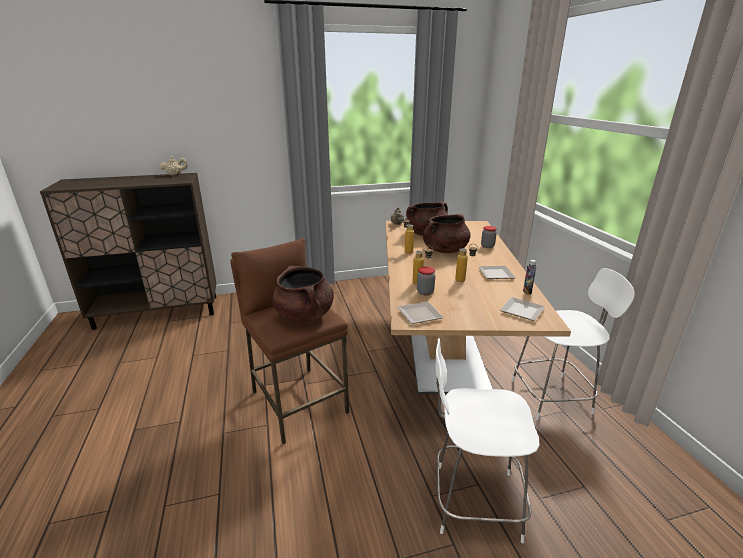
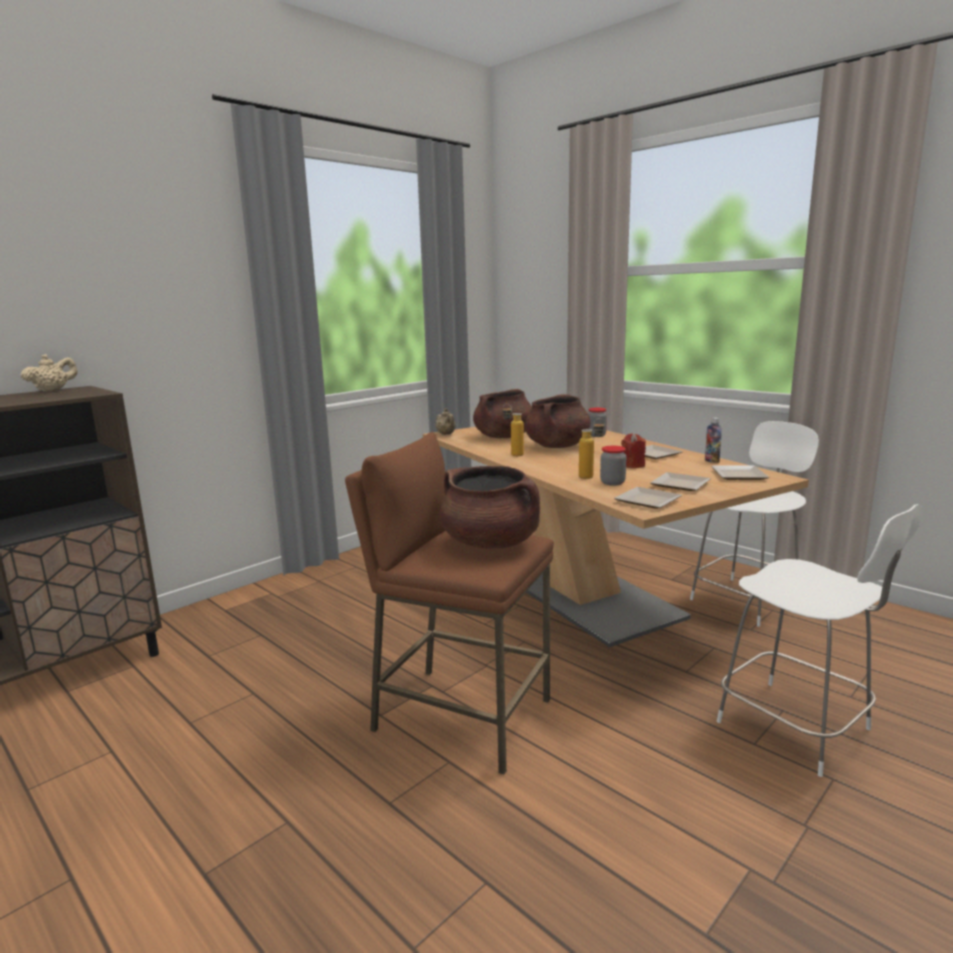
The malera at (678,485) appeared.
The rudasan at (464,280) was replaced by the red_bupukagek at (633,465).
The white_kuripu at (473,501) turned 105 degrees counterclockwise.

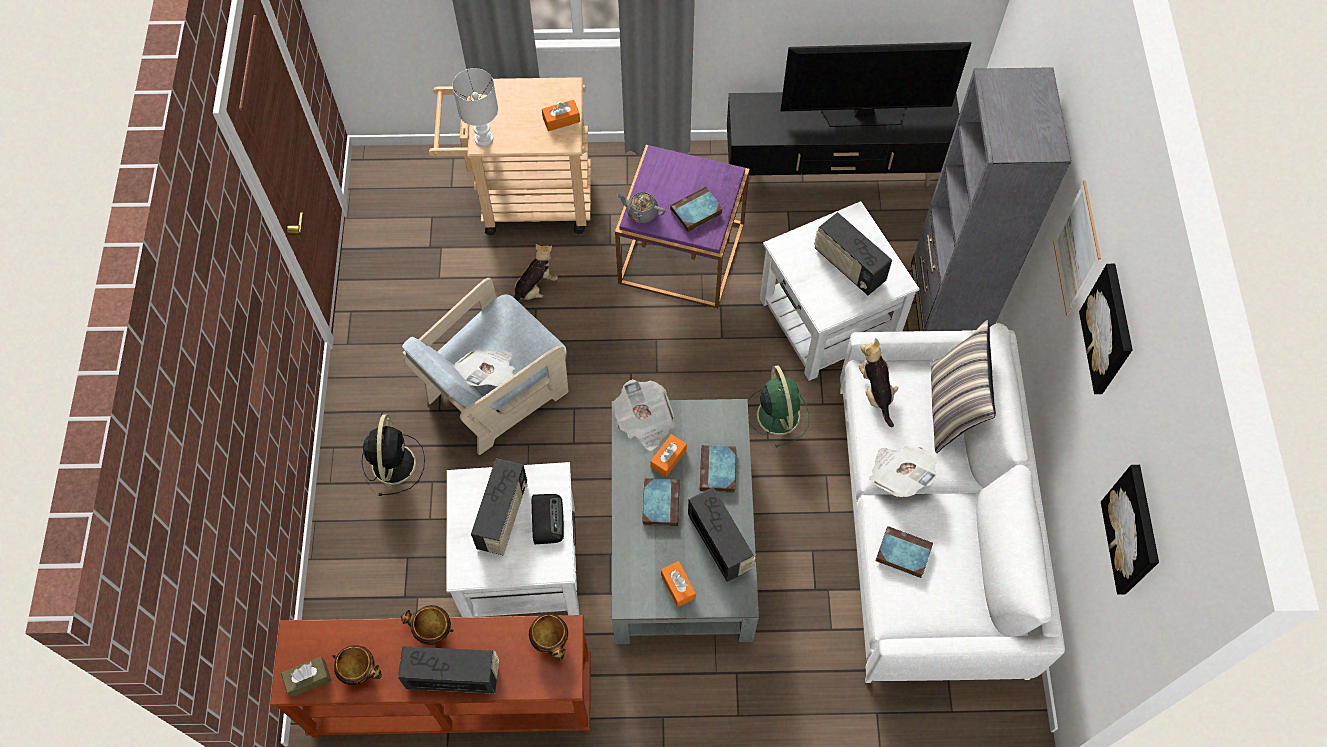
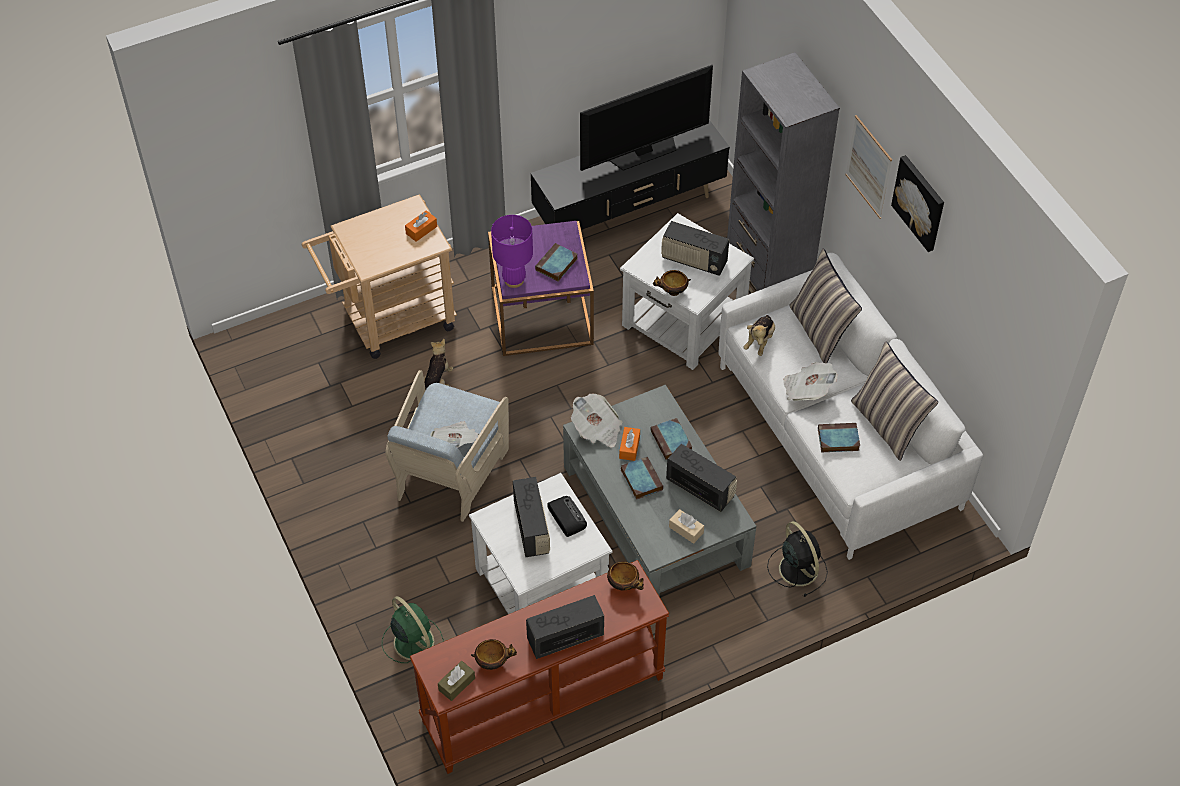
The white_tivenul at (483,139) disappeared.
The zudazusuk at (1133,530) disappeared.
The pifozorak at (887,425) appeared.
The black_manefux moved from (393,462) to (797,567).
The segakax moved from (432,631) to (672,292).
The green_manefux moved from (777,413) to (412,640).
The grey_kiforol at (641,212) was replaced by the purple_tivenul at (514,280).
The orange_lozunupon at (678,586) became the beige_lozunupon at (686,530).
The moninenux at (875,392) turned 120 degrees counterclockwise.

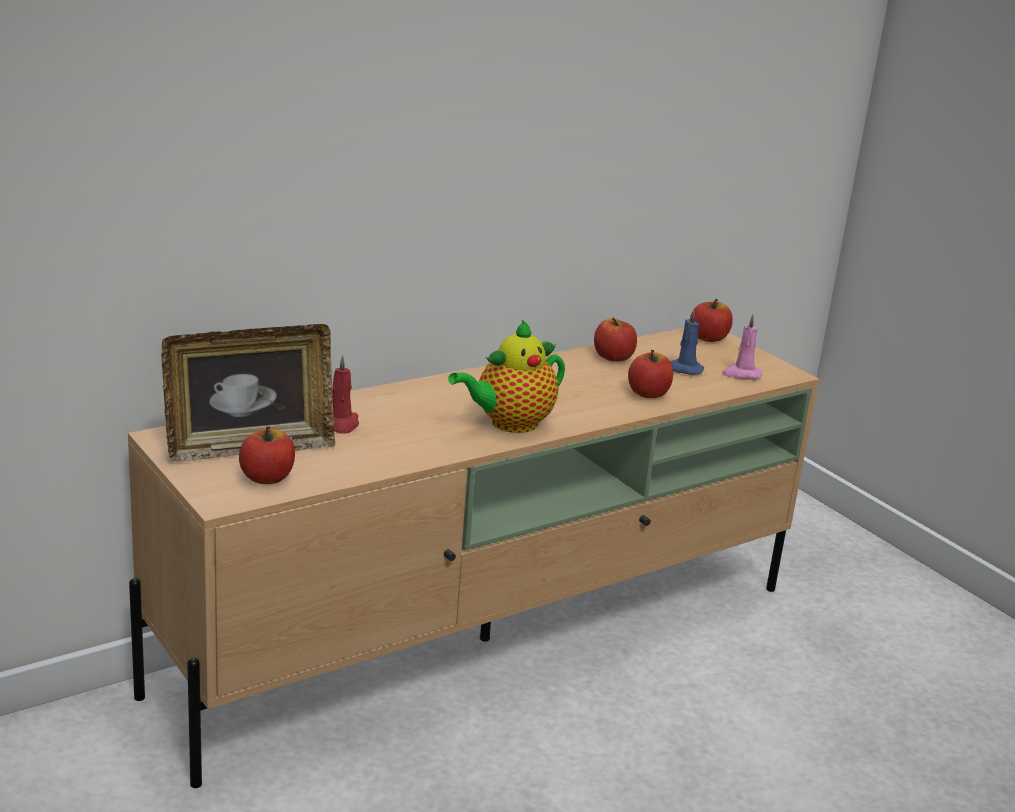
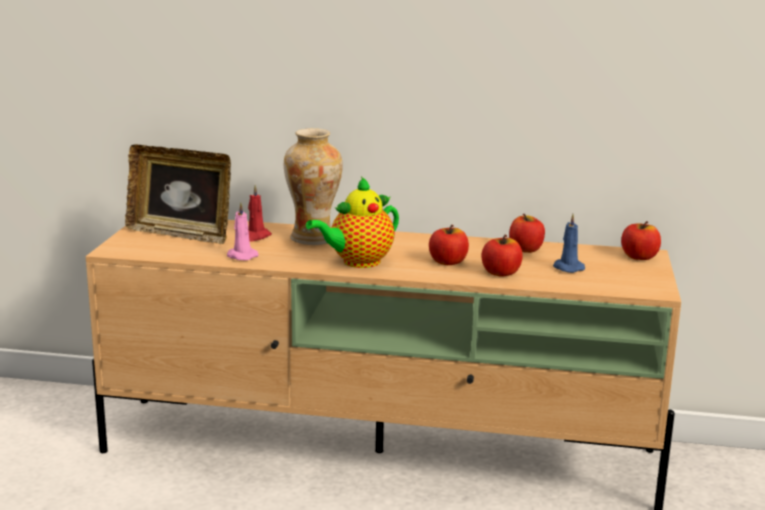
The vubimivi at (313,239) appeared.
The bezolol moved from (267,478) to (448,262).
The pink_bupukagek moved from (741,374) to (241,256).
The kiforol at (509,424) turned 45 degrees counterclockwise.

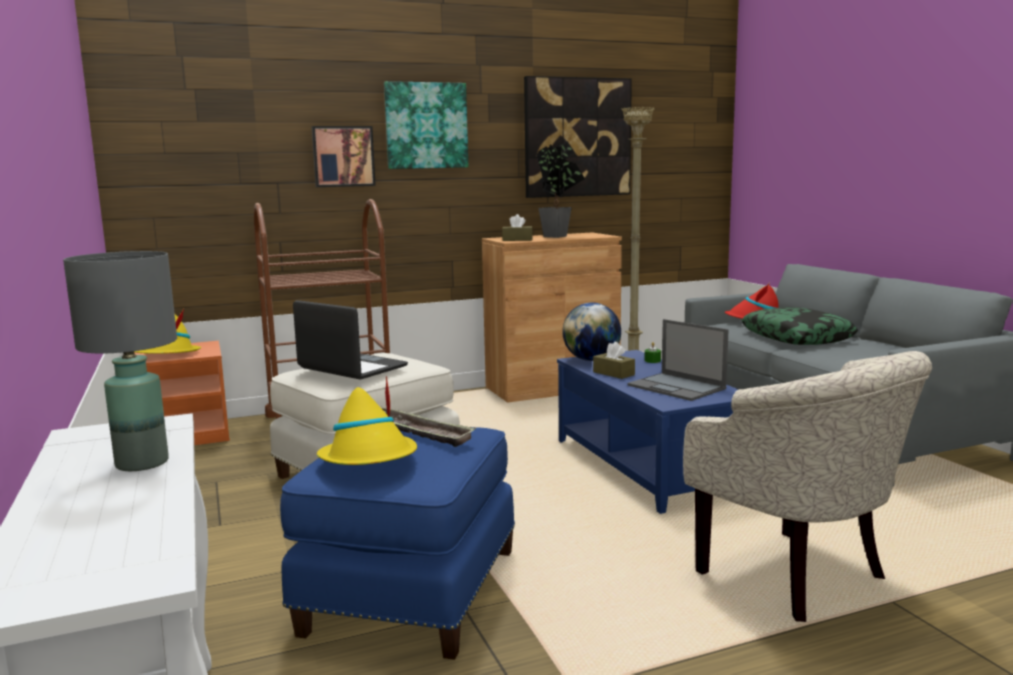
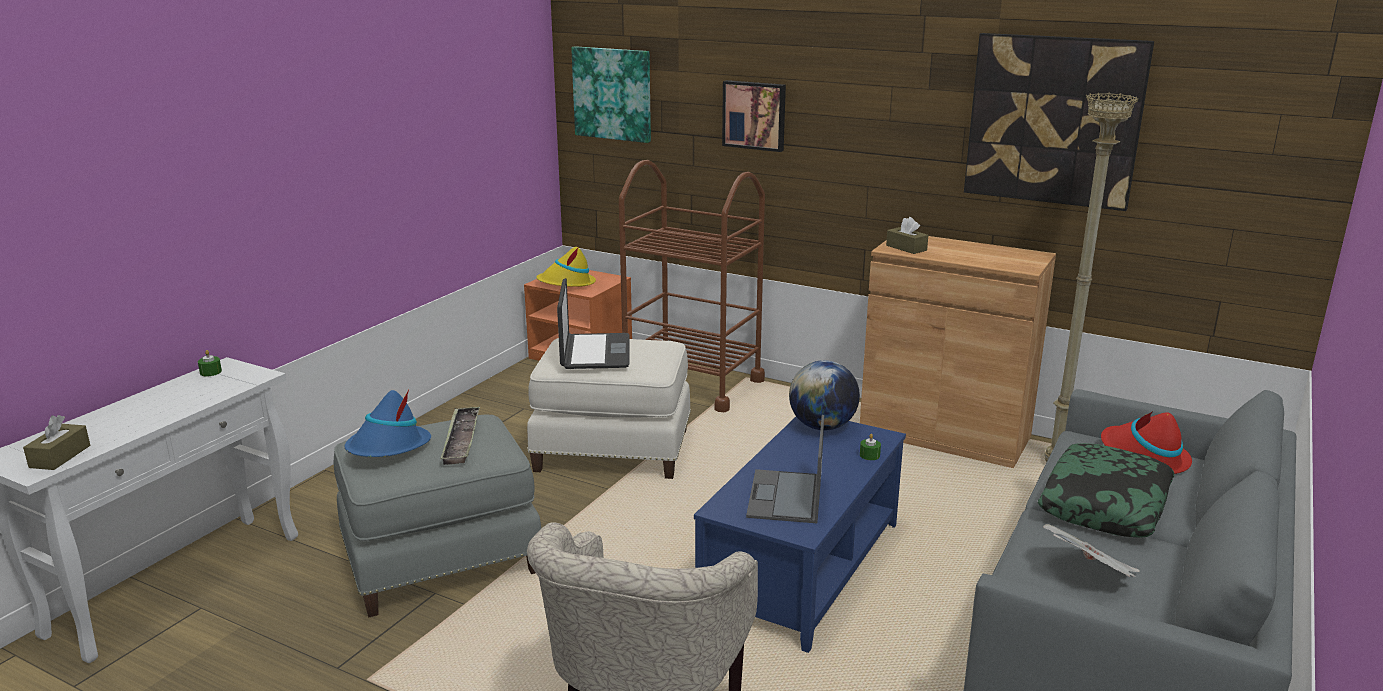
The grey_tivenul at (140,463) disappeared.
The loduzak at (559,236) disappeared.
The green_bupukagek at (210,372) appeared.
The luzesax at (1090,574) appeared.
The zudazusuk moved from (426,125) to (613,94).
The brown_lozunupon moved from (613,373) to (60,456).
The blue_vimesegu at (409,590) became the grey_vimesegu at (441,558).
The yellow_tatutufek at (370,459) became the blue_tatutufek at (388,447).

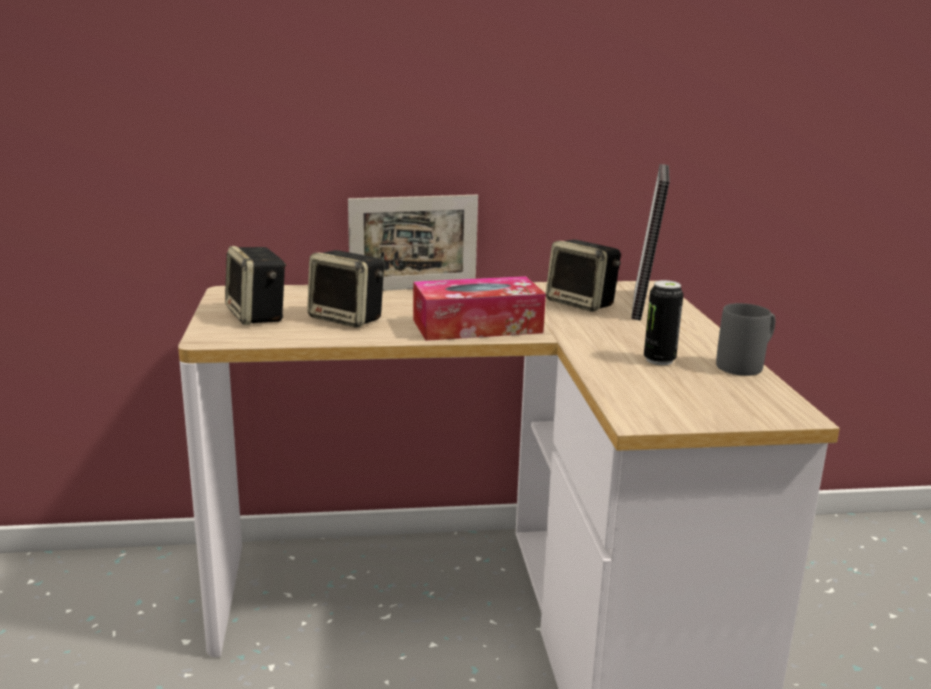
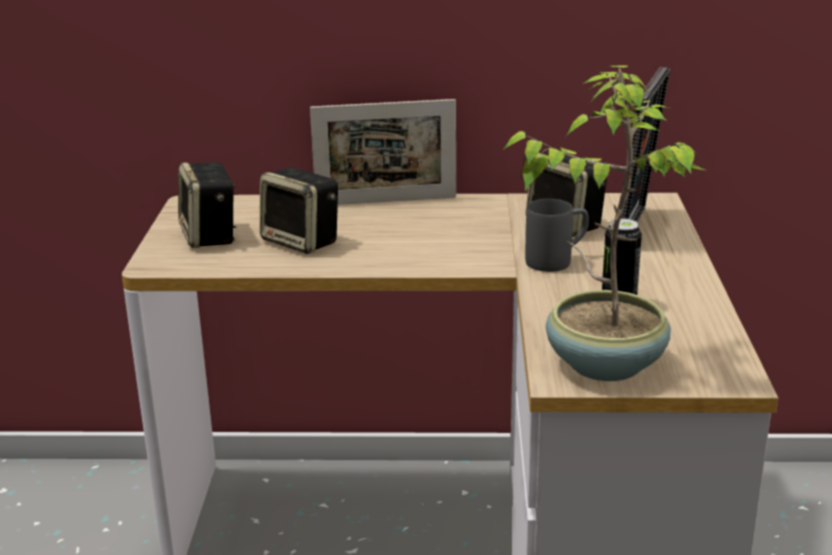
The lozunupon at (477,326) disappeared.
The loduzak at (604,362) appeared.
The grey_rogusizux moved from (746,365) to (557,260).

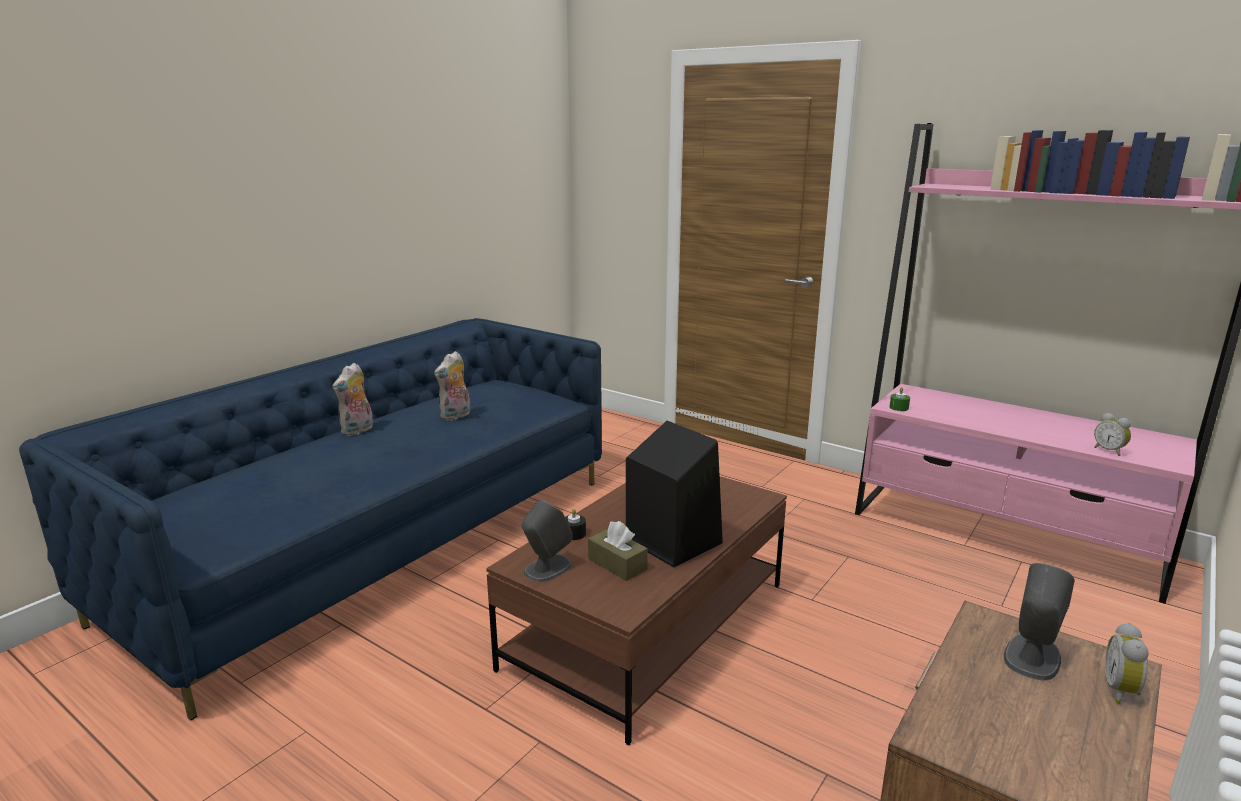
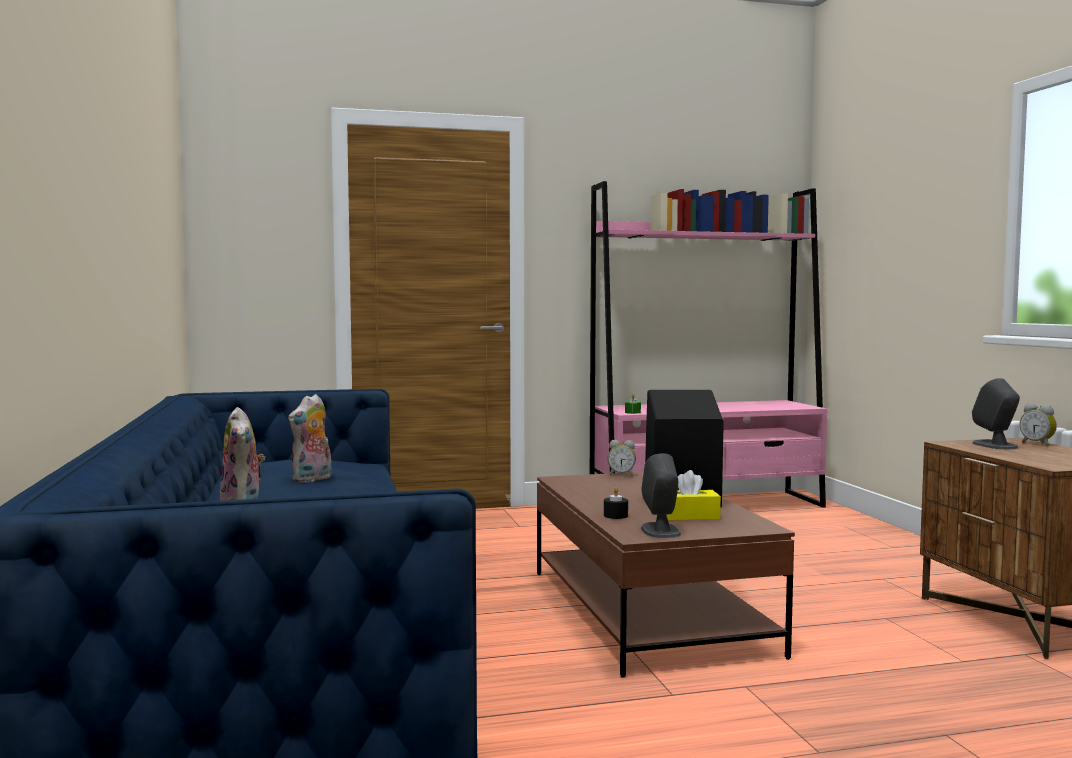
The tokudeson moved from (1109,451) to (621,475).
The brown_lozunupon at (617,564) became the yellow_lozunupon at (689,516).
The moninenux at (456,416) turned 45 degrees clockwise.

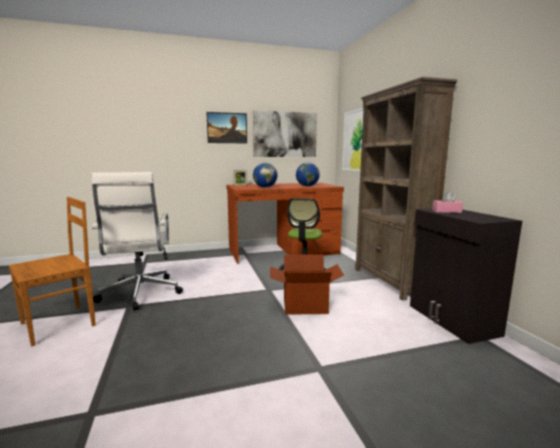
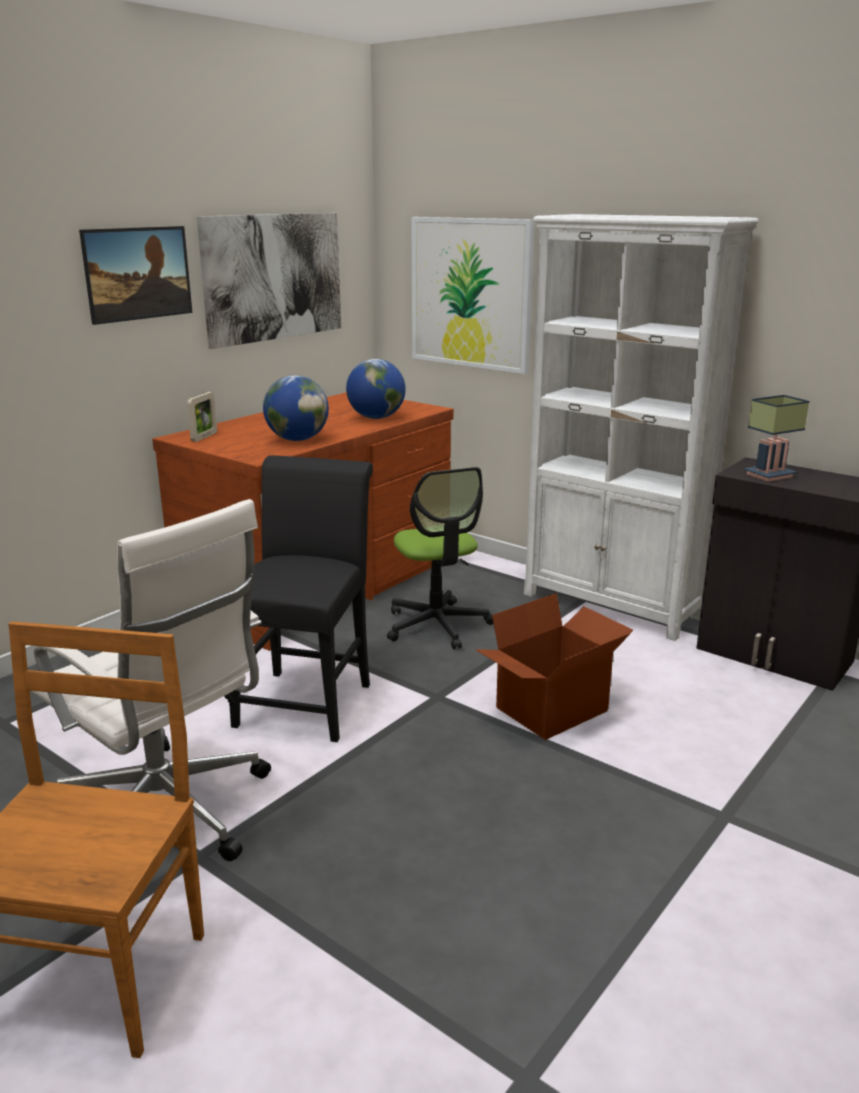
The black_kuripu at (308,699) appeared.
The pink_lozunupon at (446,211) was replaced by the tivenul at (769,474).
The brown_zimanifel at (390,281) became the white_zimanifel at (612,605).

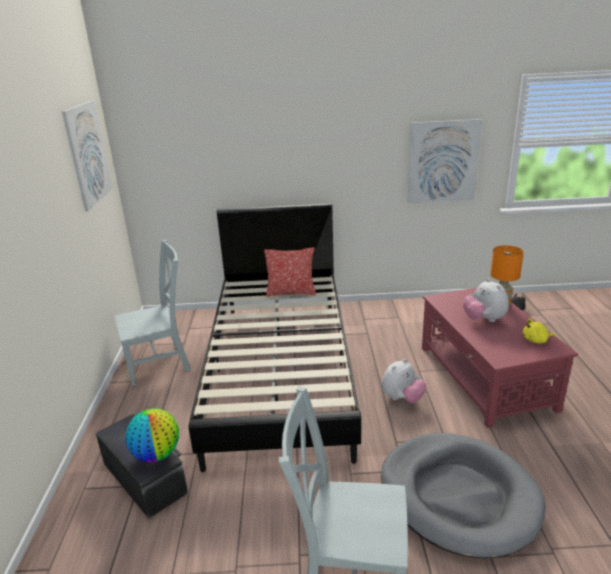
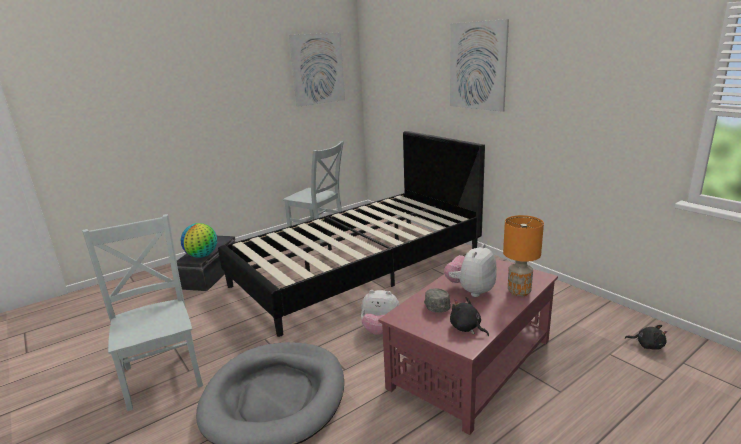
The pifozorak at (291,293) disappeared.
The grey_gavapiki at (436,306) appeared.
The zudazusuk moved from (443,162) to (477,66).
The yellow_moninenux at (536,340) became the black_moninenux at (466,328).

